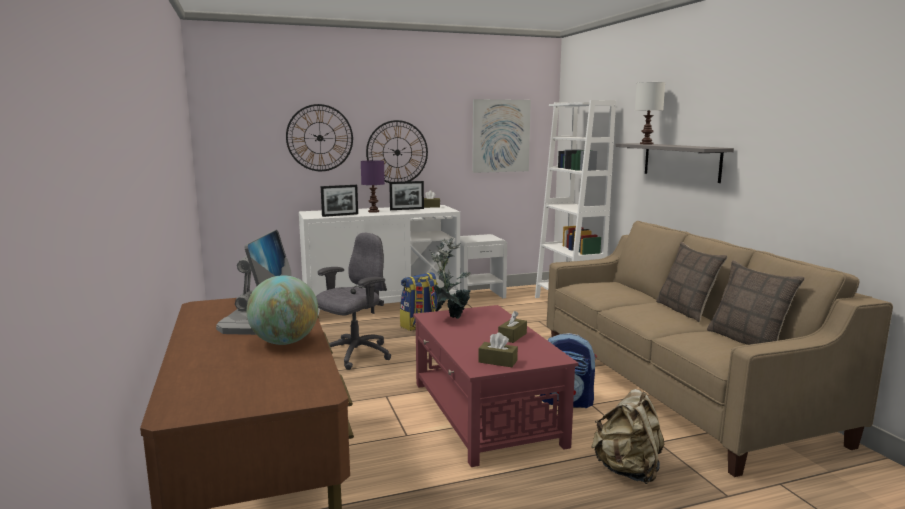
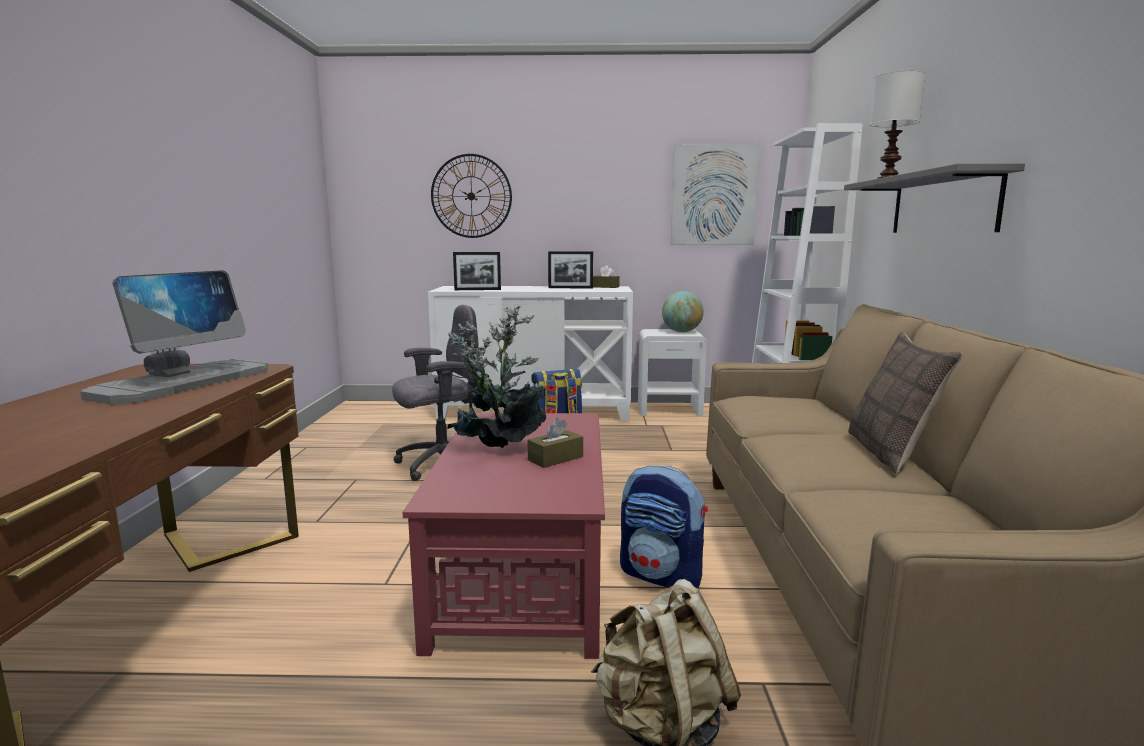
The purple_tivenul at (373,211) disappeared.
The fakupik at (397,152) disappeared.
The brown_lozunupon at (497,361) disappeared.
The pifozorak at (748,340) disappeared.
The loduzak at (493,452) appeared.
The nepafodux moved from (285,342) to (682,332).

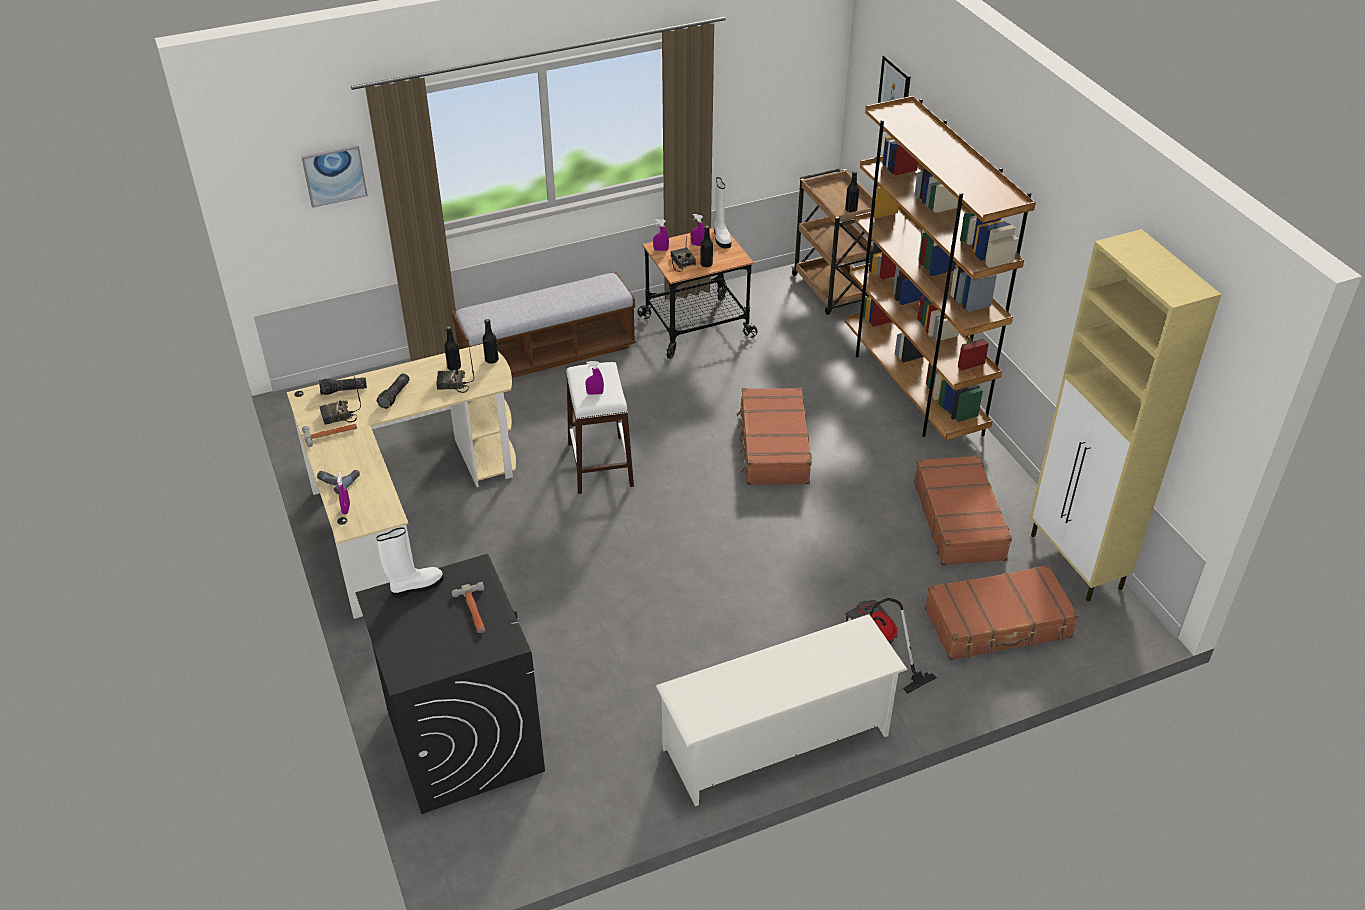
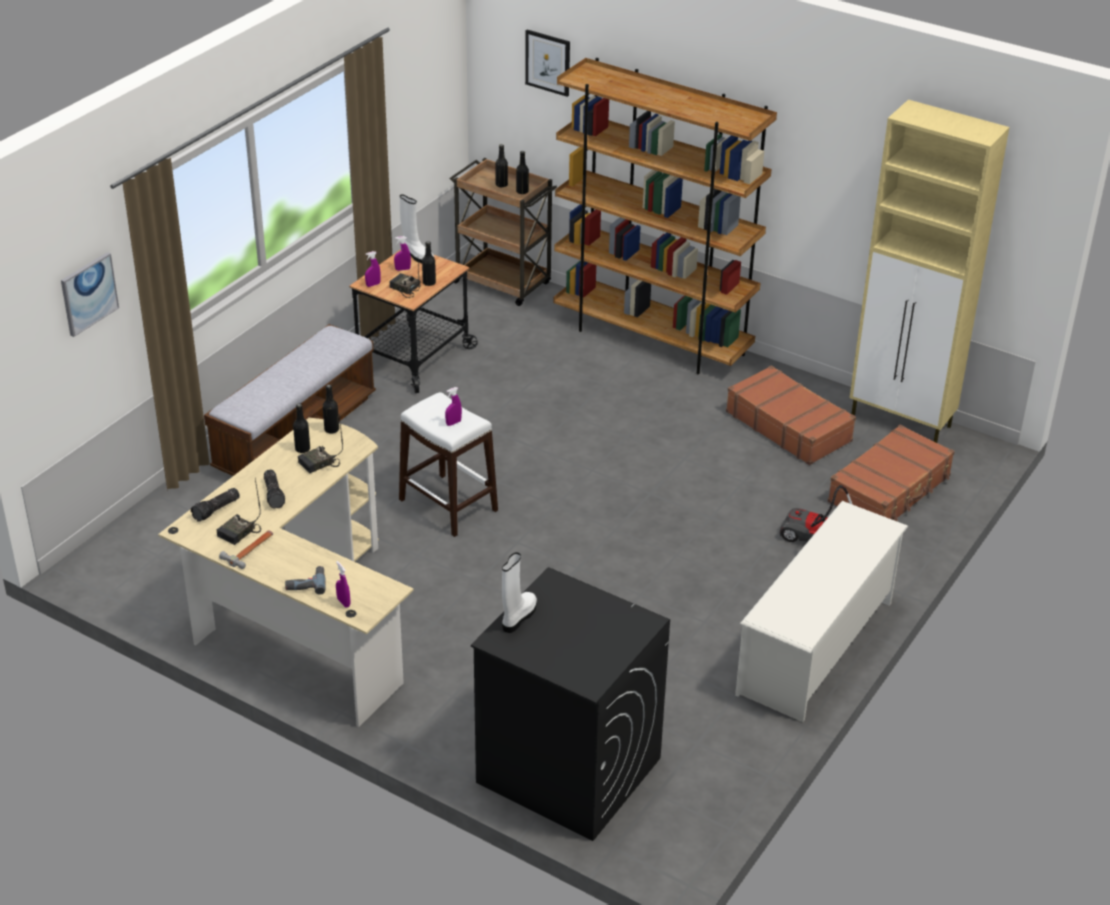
The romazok at (474,611) disappeared.
The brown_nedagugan at (773,447) disappeared.
The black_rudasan at (501,185) appeared.

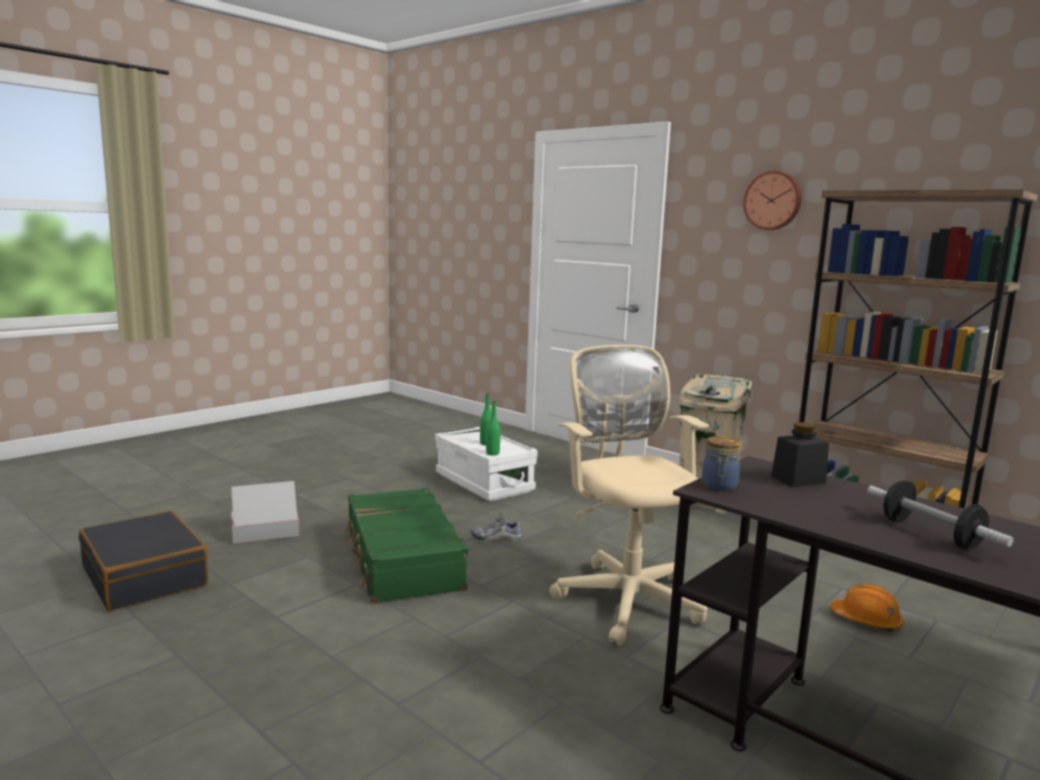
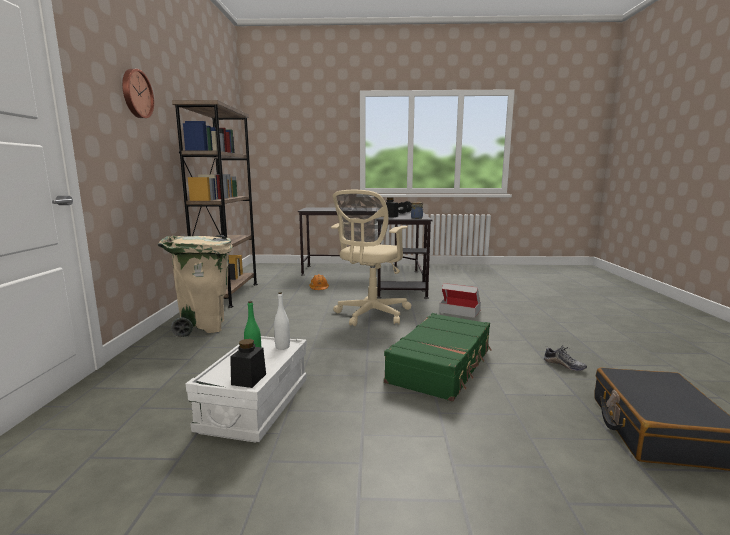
The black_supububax at (249,379) appeared.
The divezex moved from (265,531) to (459,311).
The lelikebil moved from (496,538) to (564,365).
The green_rudasan at (492,453) became the white_rudasan at (282,347).

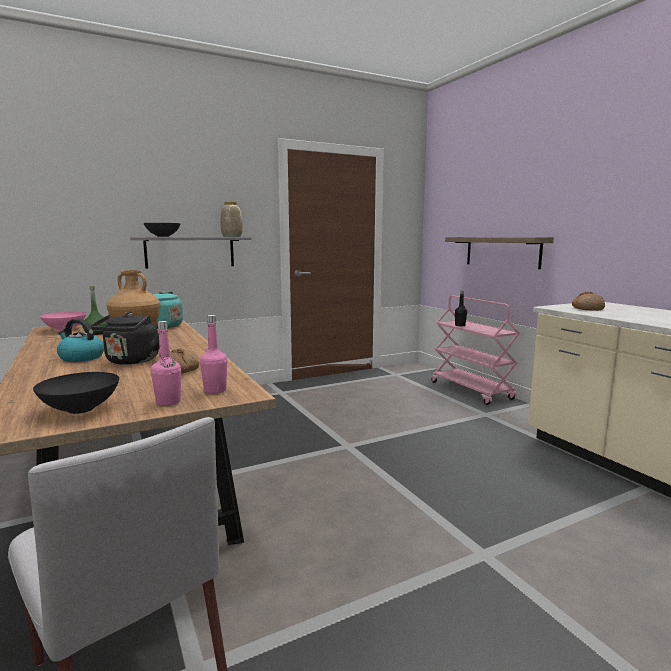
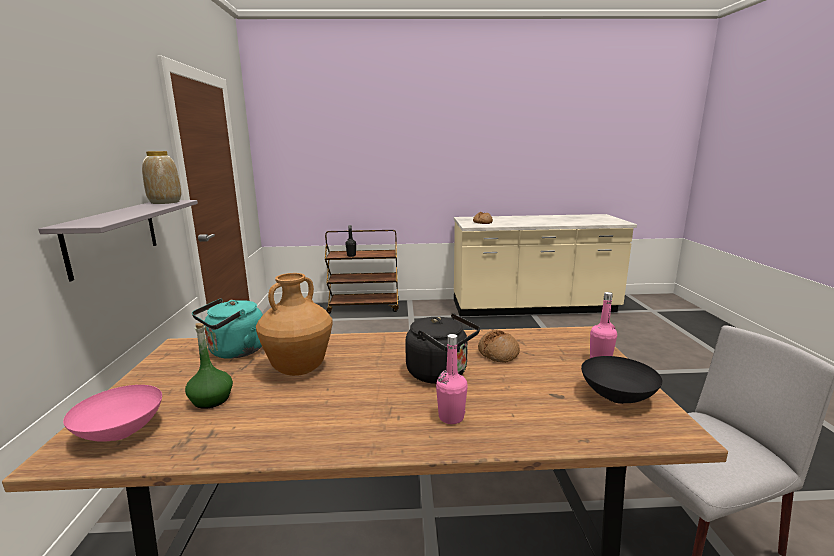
The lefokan at (81,358) disappeared.
The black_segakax at (163,236) disappeared.
The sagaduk at (502,251) disappeared.
The pink_rudasan moved from (215,390) to (451,417).
The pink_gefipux at (471,390) became the brown_gefipux at (364,307).

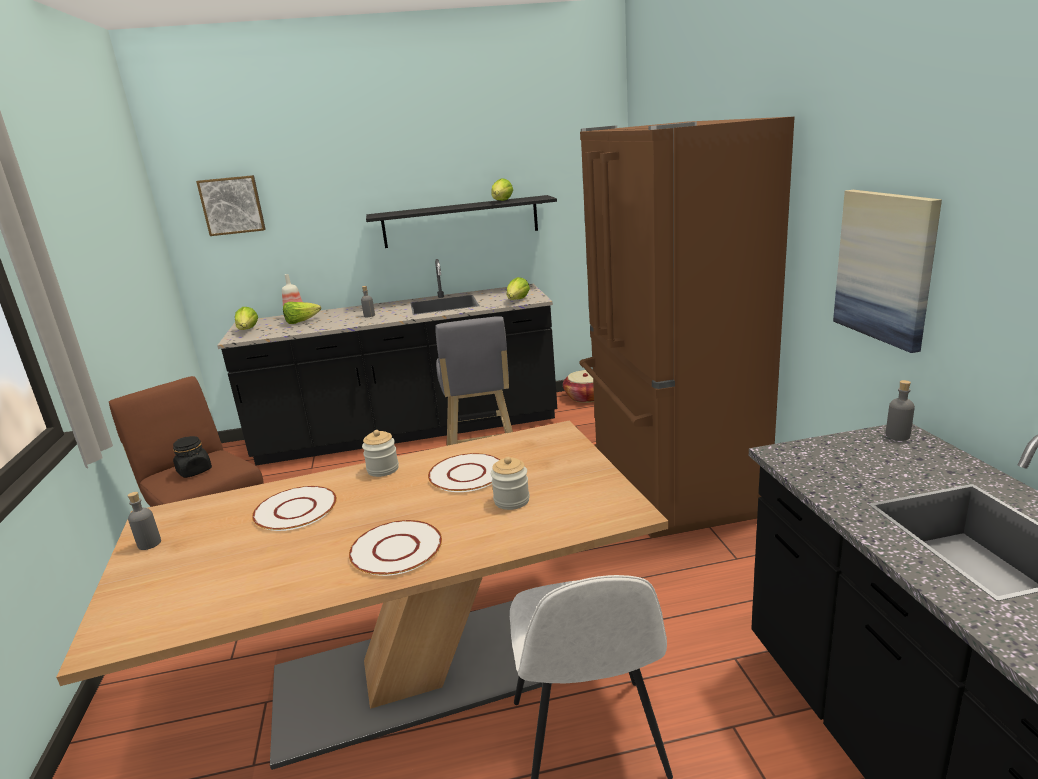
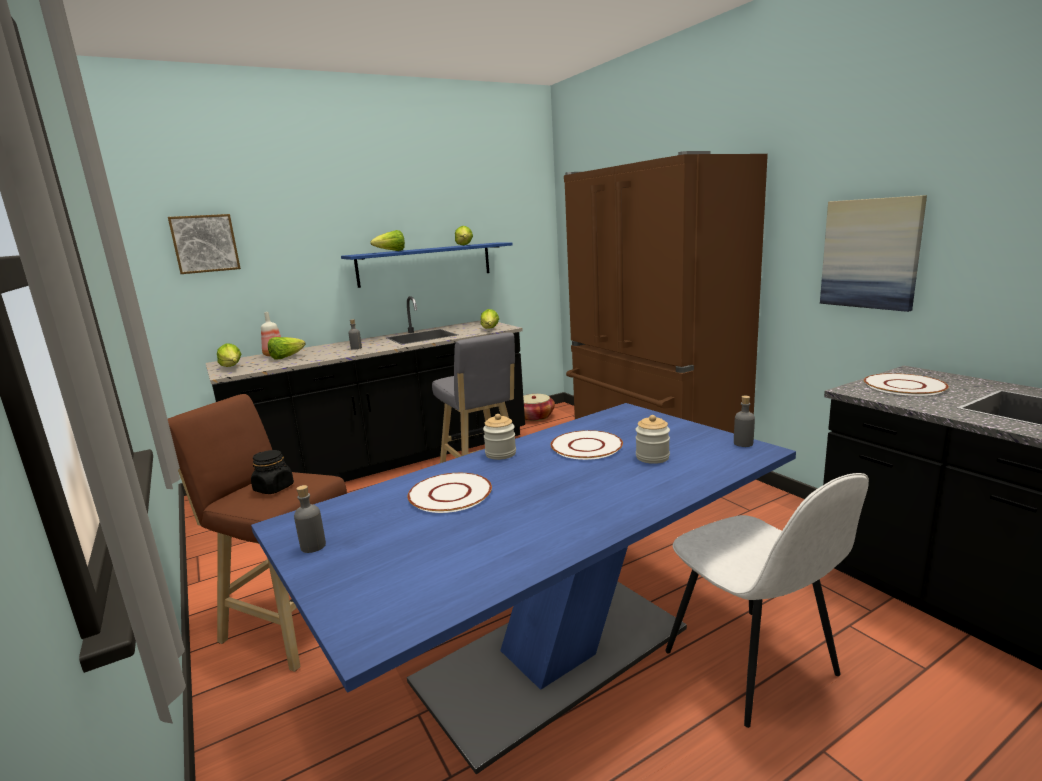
The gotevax at (391,251) appeared.
The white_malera moved from (395,549) to (904,386).
The grey_rudasan moved from (897,435) to (743,443).
The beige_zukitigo at (409,677) became the blue_zukitigo at (552,656).
The black_sagaduk at (460,221) became the blue_sagaduk at (425,264).

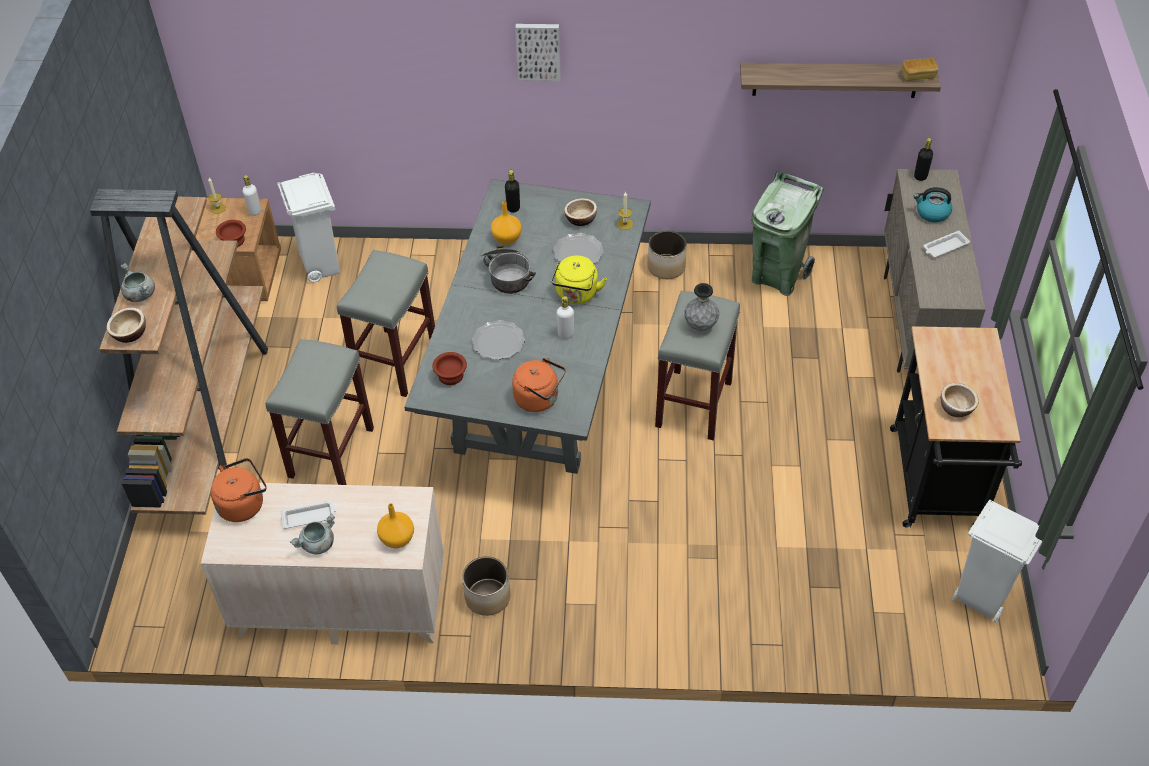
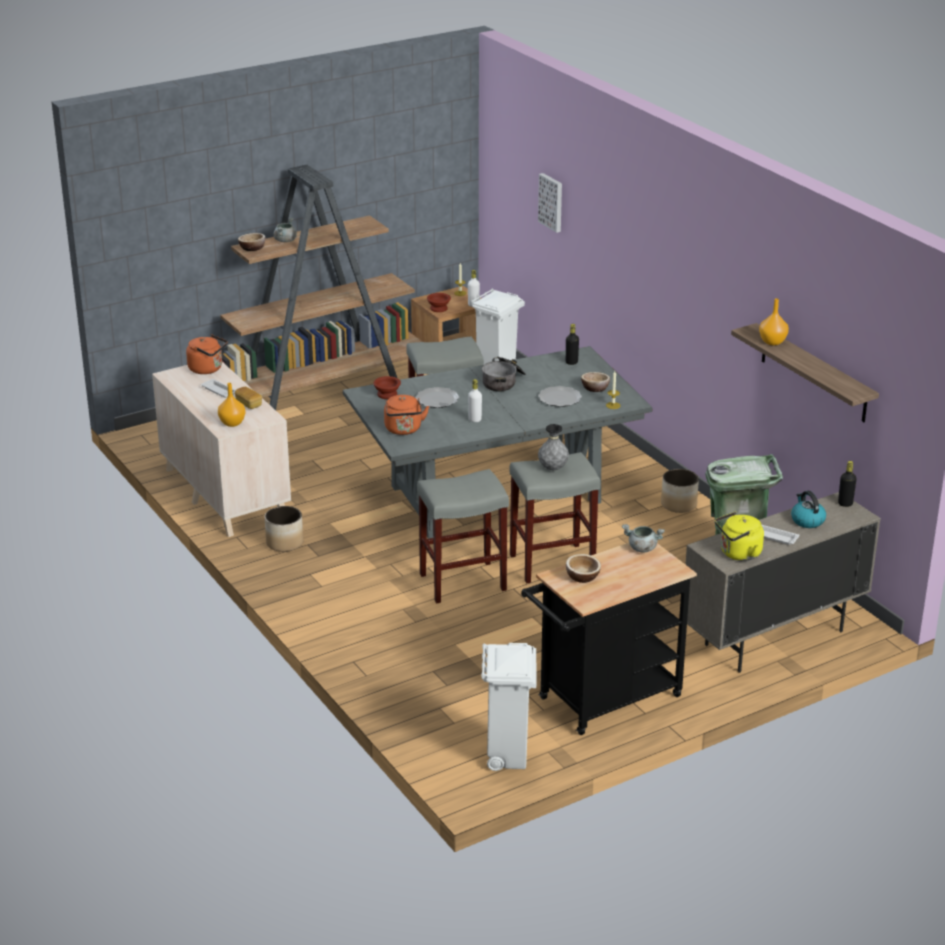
The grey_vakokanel moved from (331,453) to (462,582).
The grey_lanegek moved from (317,545) to (641,548).
The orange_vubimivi moved from (507,239) to (772,342).
The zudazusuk moved from (538,50) to (552,202).
The yellow_lefokan moved from (576,295) to (738,554).
The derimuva moved from (918,76) to (248,404).

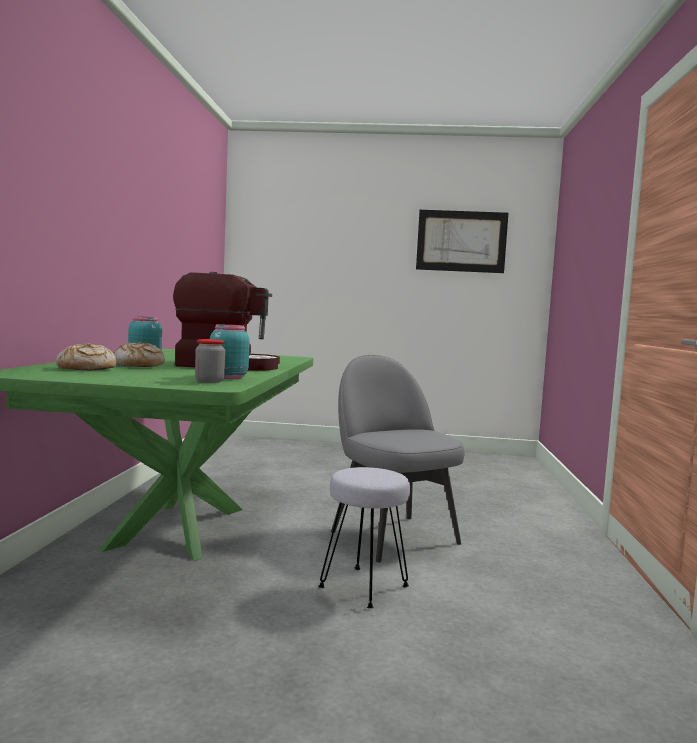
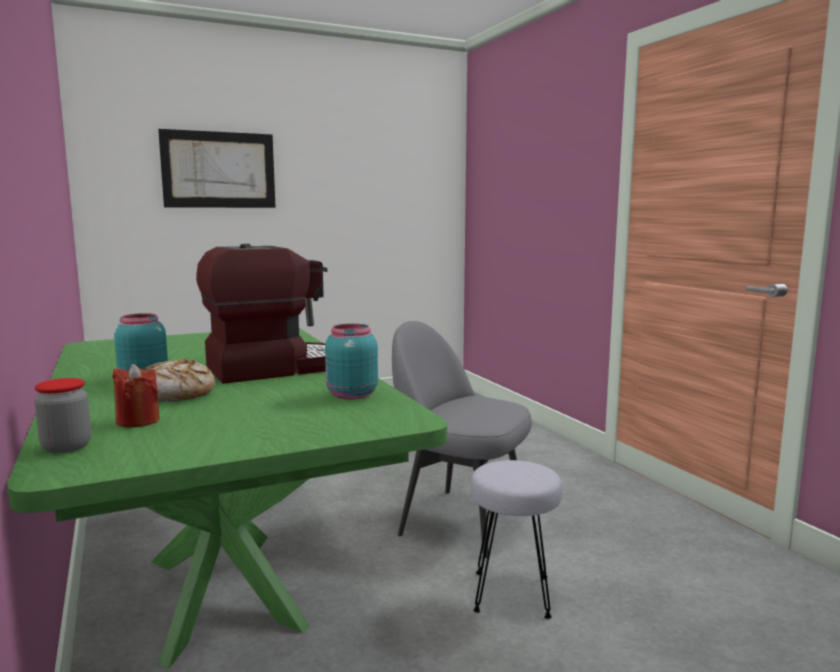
The supububax moved from (209,381) to (66,447).
The zudazusuk moved from (461,241) to (219,170).
The derimuva at (86,368) was replaced by the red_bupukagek at (138,421).

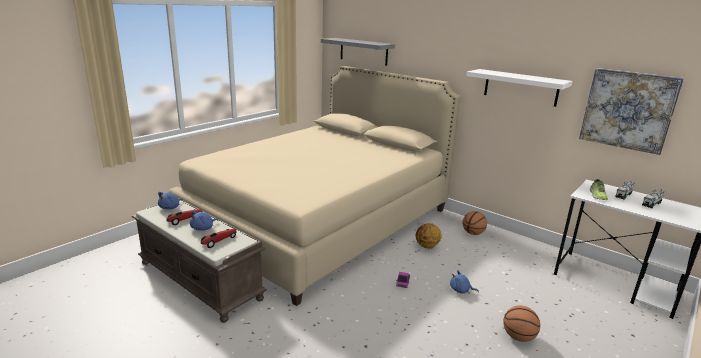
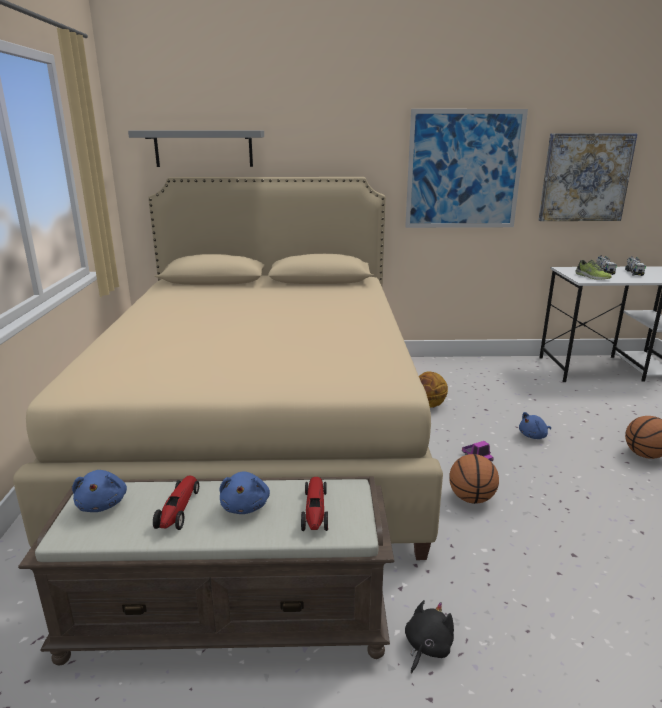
The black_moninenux at (426,647) appeared.
The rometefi moved from (473,233) to (471,498).
The white_sagaduk at (520,87) was replaced by the zudazusuk at (464,170).

